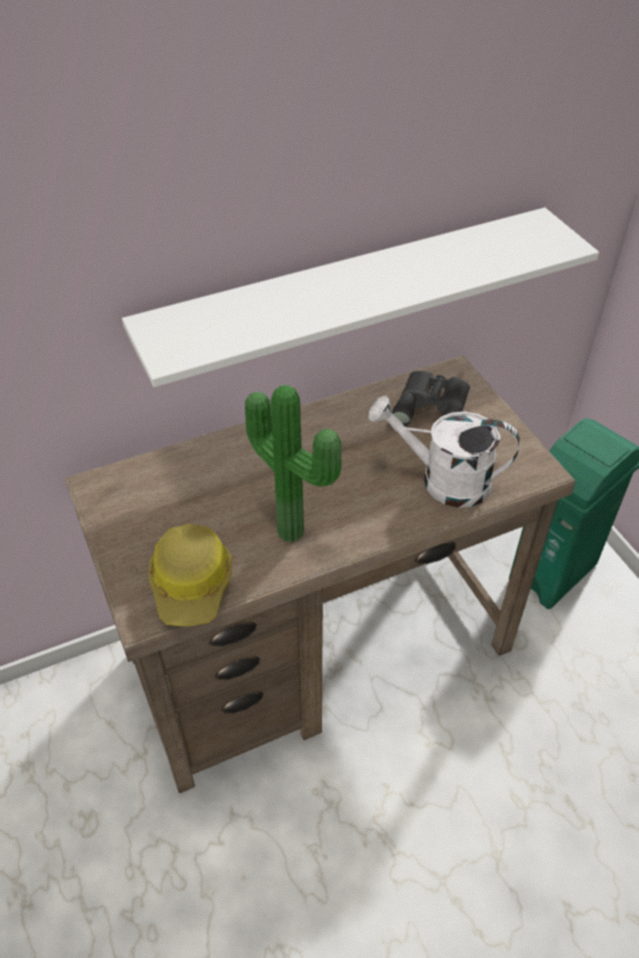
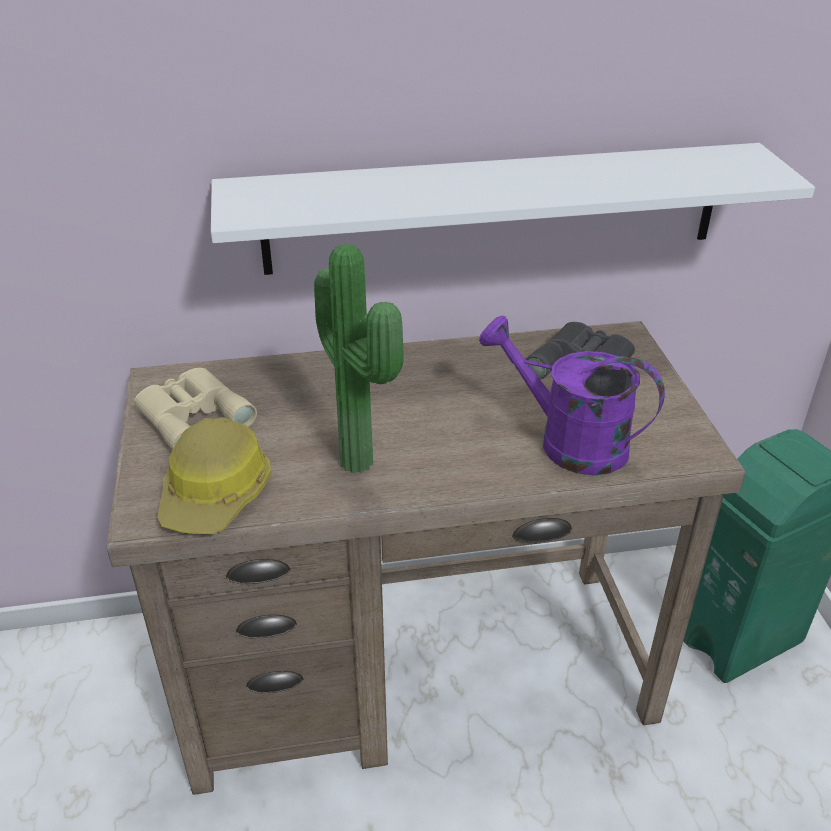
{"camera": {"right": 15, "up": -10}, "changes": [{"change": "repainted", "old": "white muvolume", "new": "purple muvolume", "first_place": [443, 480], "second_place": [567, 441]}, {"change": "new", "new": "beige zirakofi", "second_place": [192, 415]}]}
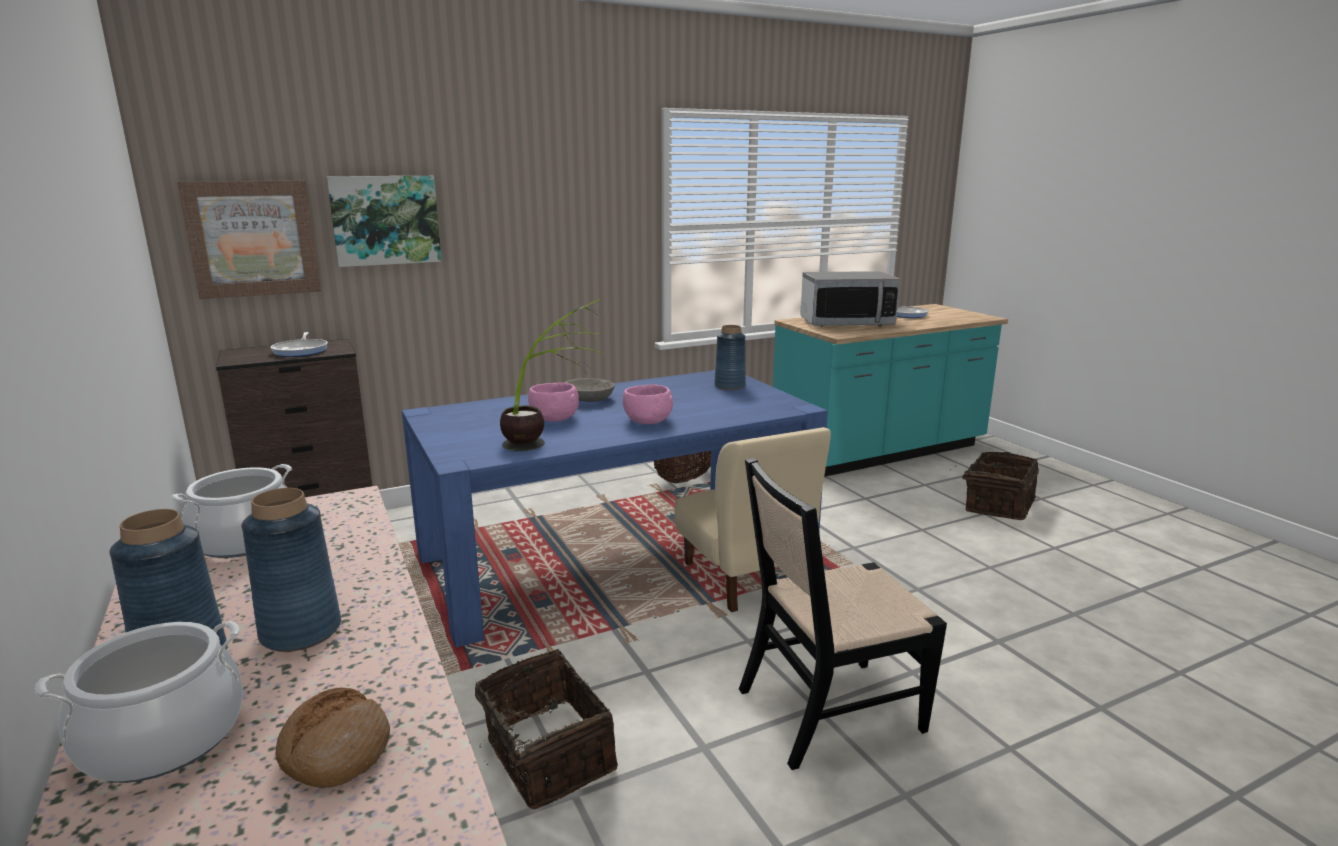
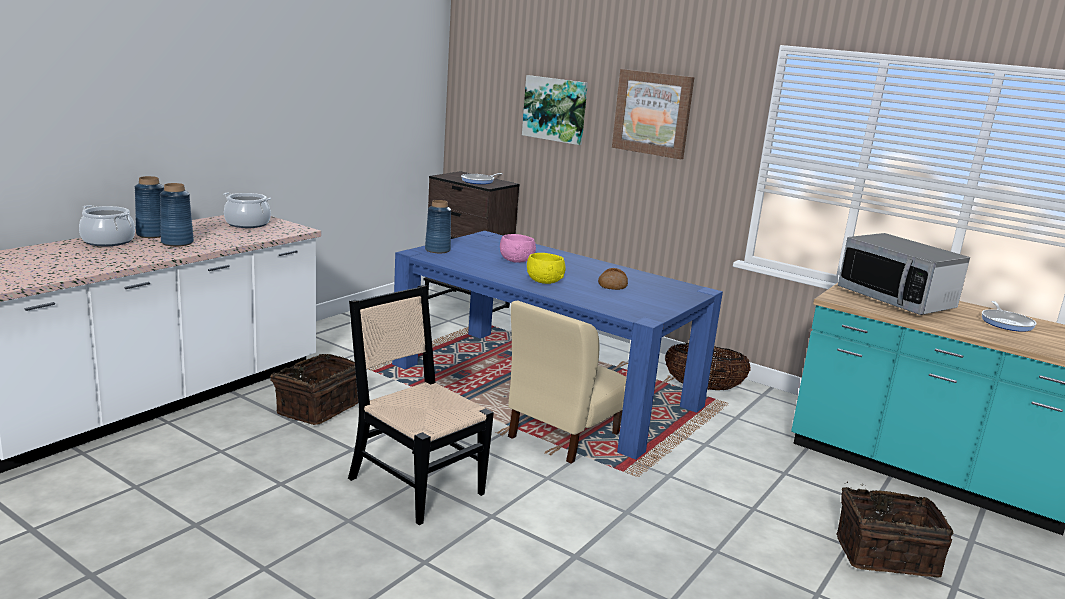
{"camera": {"right": 60, "up": 0}, "changes": [{"change": "shifted", "old": "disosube", "first_place": [253, 238], "second_place": [652, 113]}, {"change": "shifted", "old": "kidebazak", "first_place": [335, 751], "second_place": [612, 285]}, {"change": "gone", "old": "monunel", "first_place": [549, 443]}, {"change": "gone", "old": "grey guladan", "first_place": [588, 399]}, {"change": "repainted", "old": "pink guladan", "new": "yellow guladan", "first_place": [647, 421], "second_place": [544, 281]}, {"change": "shifted", "old": "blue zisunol", "first_place": [730, 386], "second_place": [437, 250]}]}
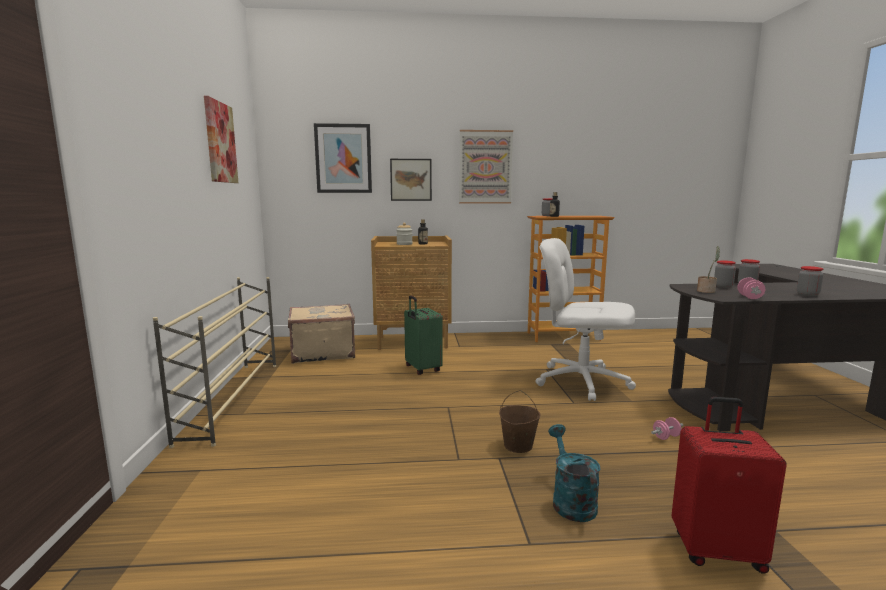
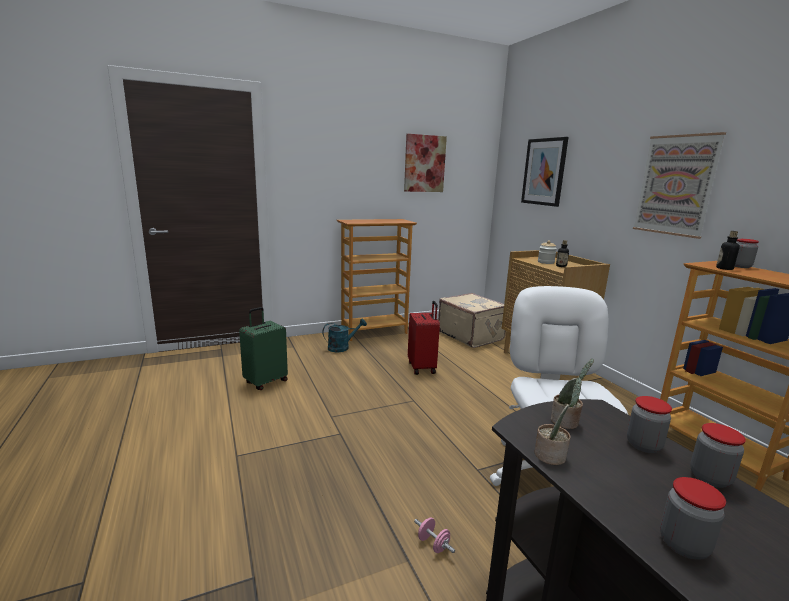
{"camera": {"right": 70, "up": 5}, "changes": [{"change": "swapped", "old": "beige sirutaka", "new": "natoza", "first_place": [233, 398], "second_place": [374, 331]}, {"change": "gone", "old": "disosube", "first_place": [411, 179]}, {"change": "shifted", "old": "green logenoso", "first_place": [422, 369], "second_place": [265, 382]}, {"change": "gone", "old": "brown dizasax", "first_place": [518, 446]}, {"change": "shifted", "old": "turquoise muvolume", "first_place": [570, 500], "second_place": [342, 347]}, {"change": "shifted", "old": "red logenoso", "first_place": [716, 550], "second_place": [422, 367]}, {"change": "swapped", "old": "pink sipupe", "new": "monunel", "first_place": [749, 297], "second_place": [552, 455]}]}
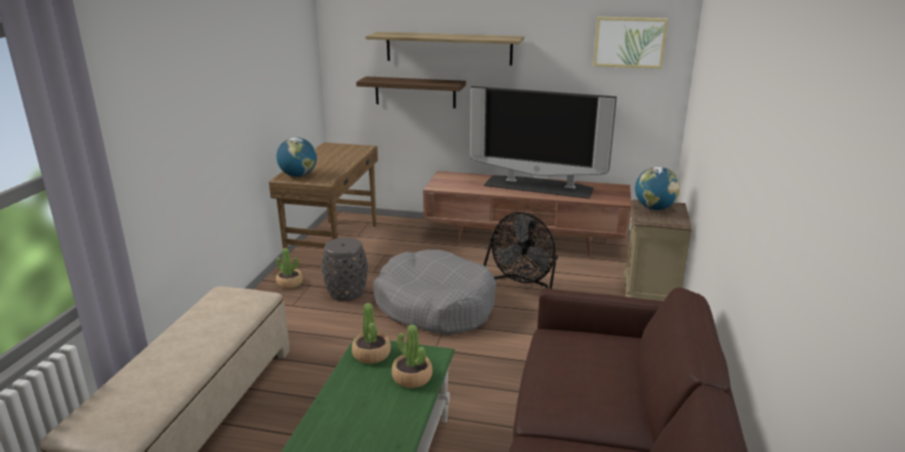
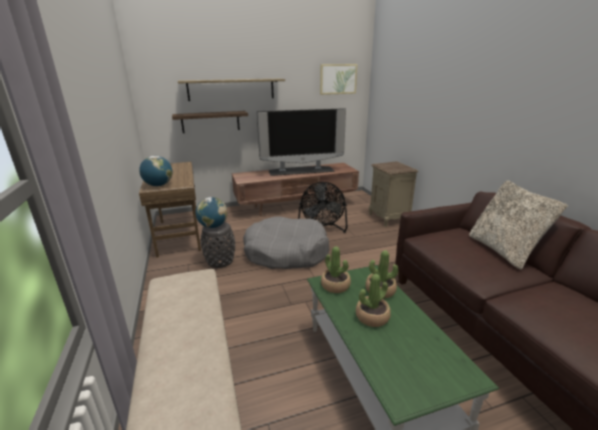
{"camera": {"right": -30, "up": 0}, "changes": [{"change": "shifted", "old": "monunel", "first_place": [290, 283], "second_place": [372, 317]}, {"change": "shifted", "old": "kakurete", "first_place": [654, 208], "second_place": [213, 226]}, {"change": "new", "new": "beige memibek", "second_place": [504, 249]}]}
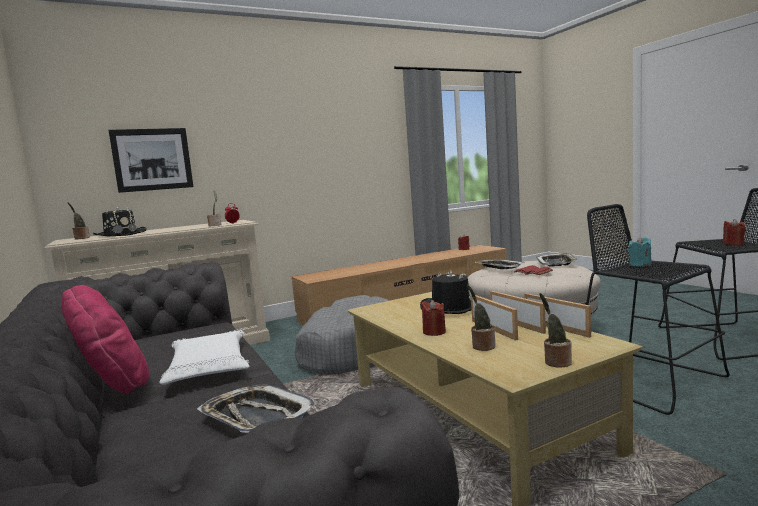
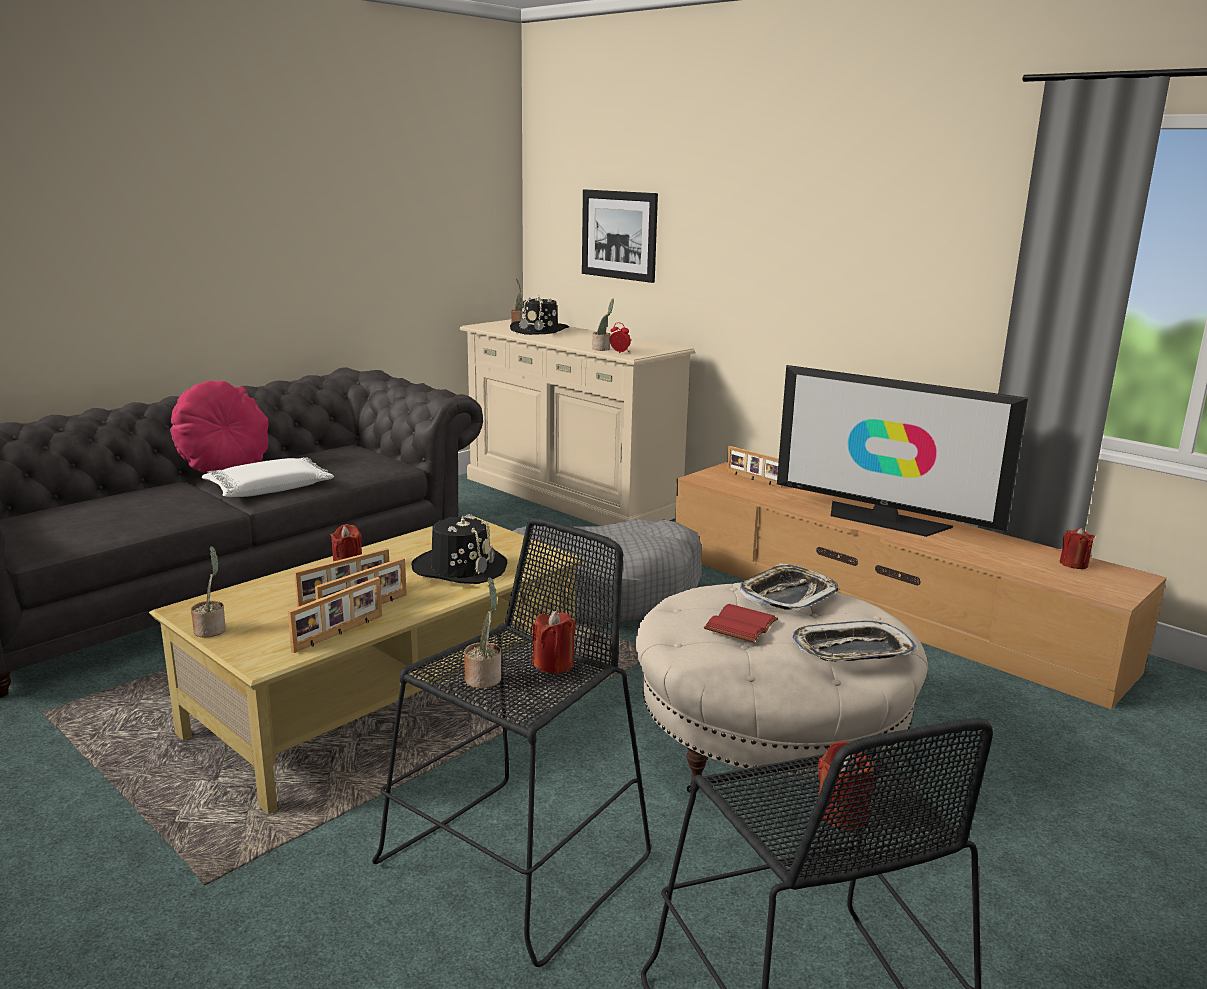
{"camera": {"right": 70, "up": 10}, "changes": [{"change": "gone", "old": "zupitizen", "first_place": [257, 417]}, {"change": "shifted", "old": "monunel", "first_place": [482, 346], "second_place": [484, 678]}, {"change": "repainted", "old": "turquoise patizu", "new": "red patizu", "first_place": [640, 265], "second_place": [554, 664]}, {"change": "new", "new": "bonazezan", "second_place": [753, 479]}, {"change": "new", "new": "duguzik", "second_place": [884, 520]}]}
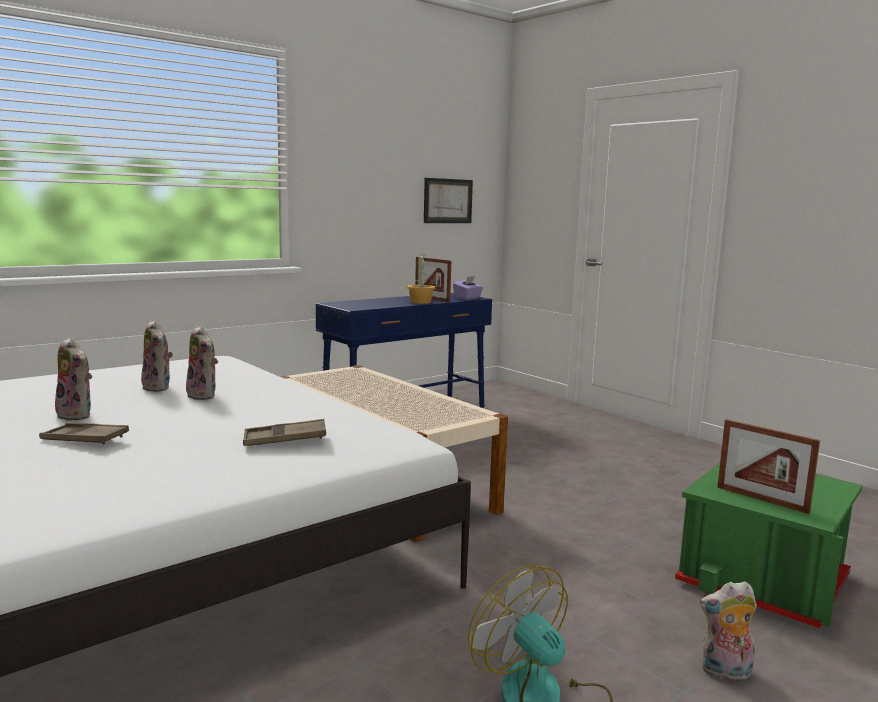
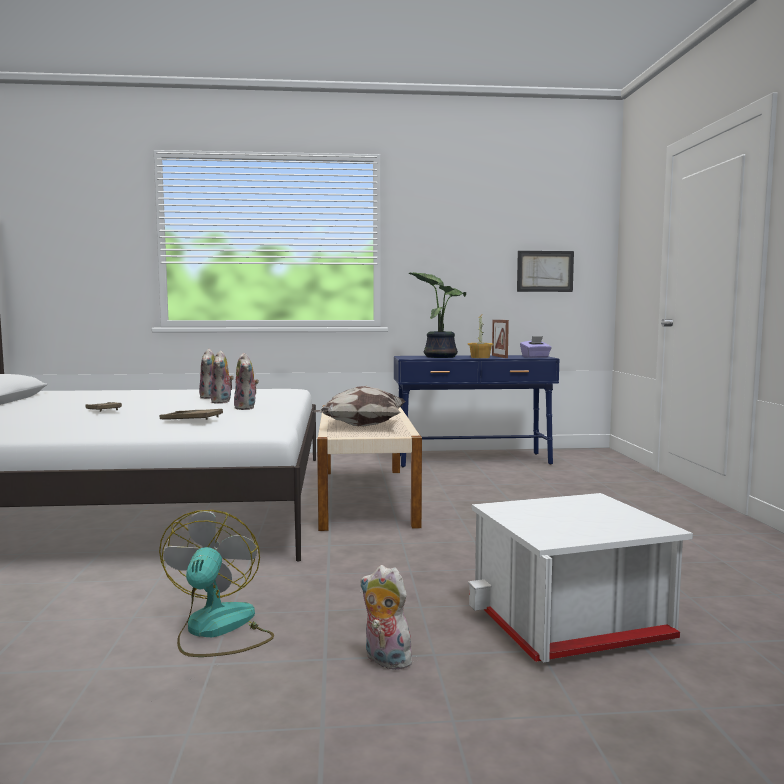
{"camera": {"right": 35, "up": -5}, "changes": [{"change": "shifted", "old": "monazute", "first_place": [77, 415], "second_place": [247, 408]}, {"change": "repainted", "old": "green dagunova", "new": "white dagunova", "first_place": [765, 578], "second_place": [571, 620]}, {"change": "gone", "old": "bonazezan", "first_place": [761, 499]}, {"change": "new", "new": "memibek", "second_place": [361, 426]}, {"change": "new", "new": "monunel", "second_place": [440, 357]}]}
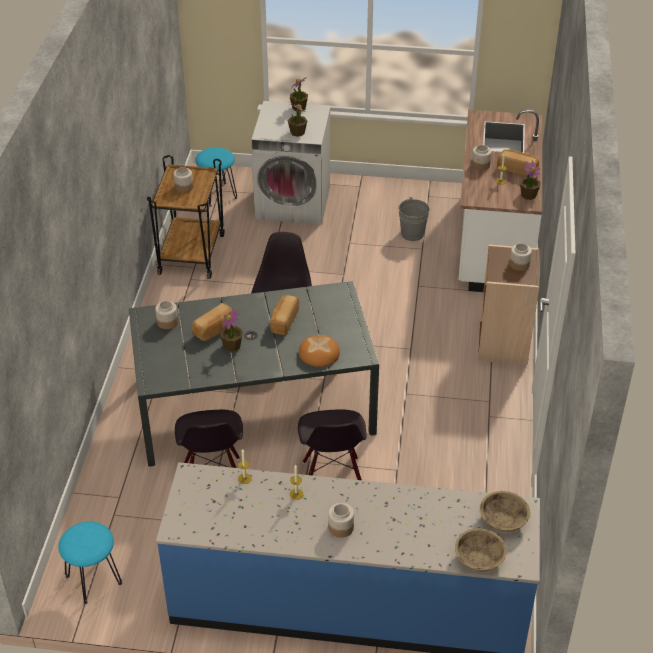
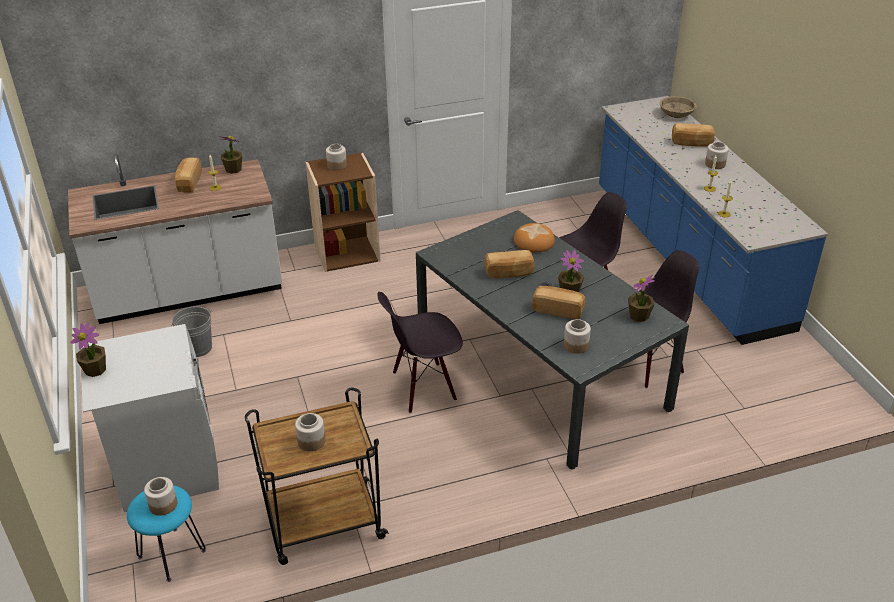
{"camera": {"right": -115, "up": -5}, "changes": [{"change": "gone", "old": "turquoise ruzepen", "first_place": [93, 579]}, {"change": "shifted", "old": "monunel", "first_place": [297, 132], "second_place": [639, 316]}, {"change": "shifted", "old": "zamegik", "first_place": [480, 165], "second_place": [163, 504]}, {"change": "gone", "old": "beige guladan", "first_place": [503, 520]}, {"change": "new", "new": "kidebazak", "second_place": [691, 143]}]}
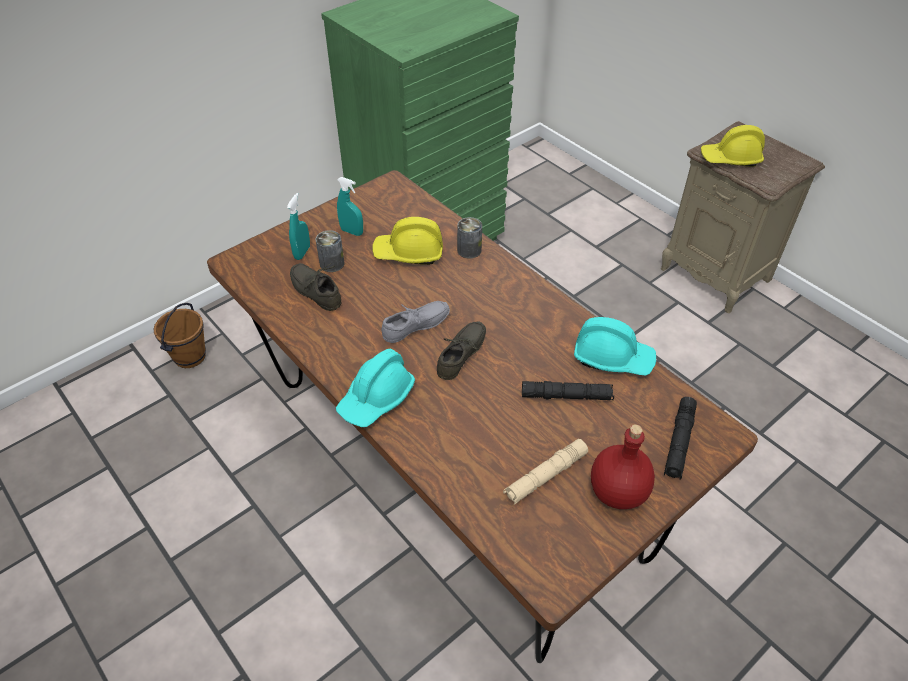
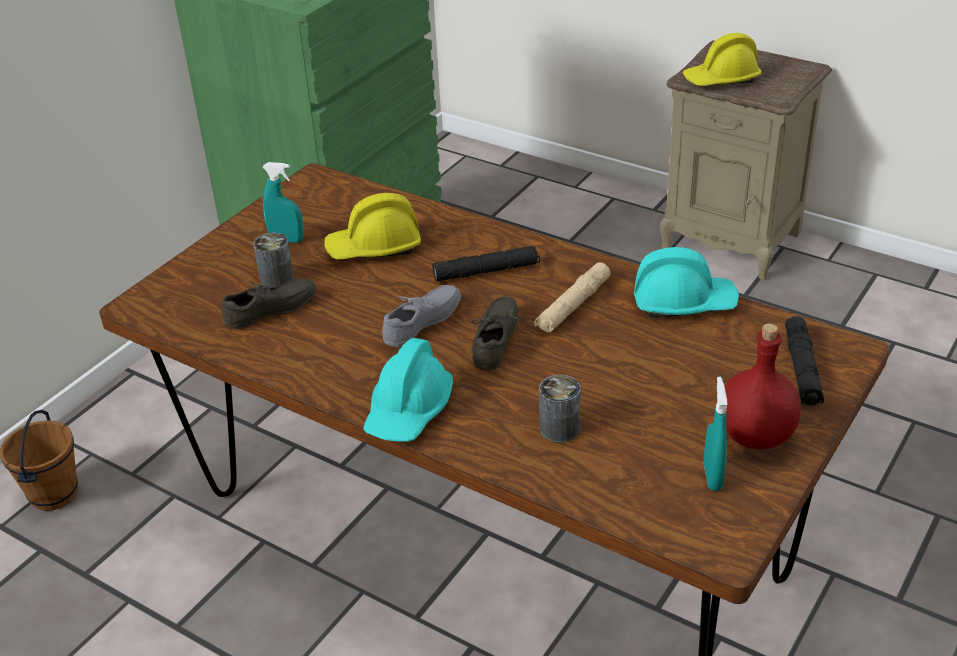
{"camera": {"right": -15, "up": -10}, "changes": [{"change": "shifted", "old": "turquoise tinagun", "first_place": [302, 252], "second_place": [712, 476]}, {"change": "rotated", "old": "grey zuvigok", "first_place": [318, 290], "second_place": [272, 312], "degrees": 120}, {"change": "shifted", "old": "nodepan", "first_place": [469, 250], "second_place": [559, 428]}, {"change": "shifted", "old": "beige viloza", "first_place": [545, 476], "second_place": [573, 305]}, {"change": "shifted", "old": "black viloza", "first_place": [566, 396], "second_place": [486, 271]}]}
